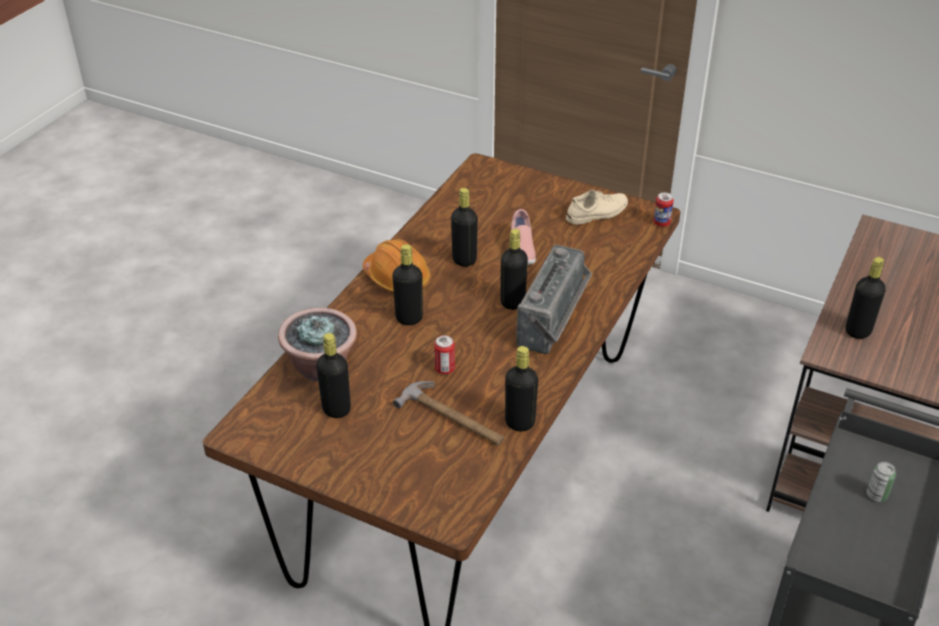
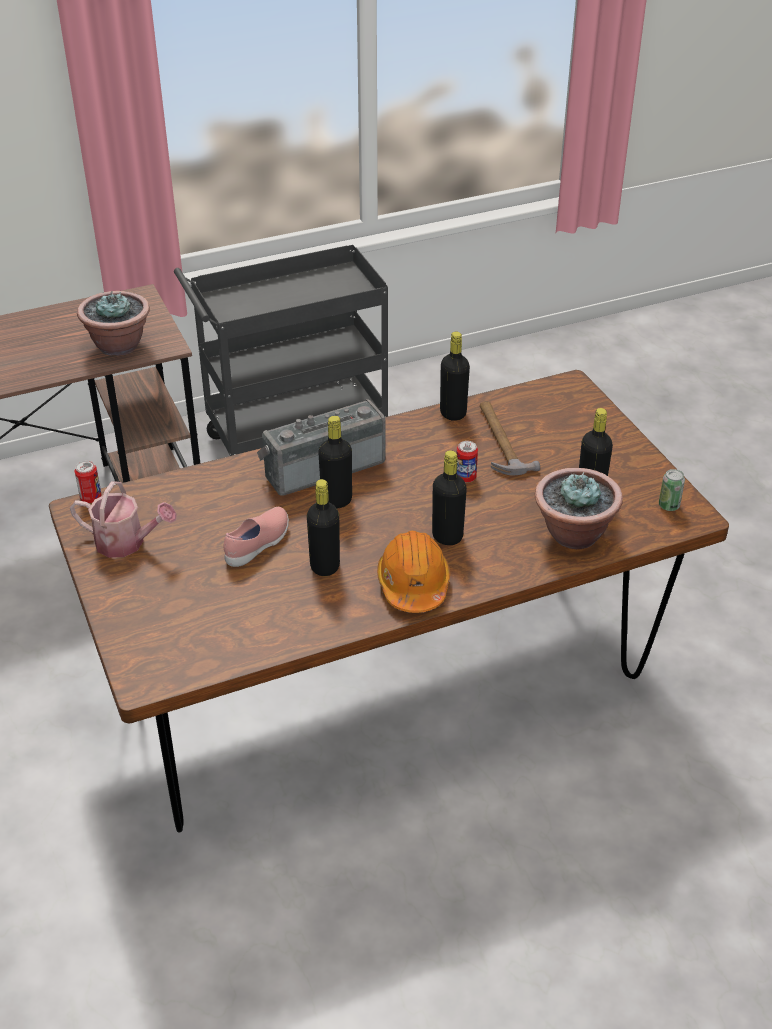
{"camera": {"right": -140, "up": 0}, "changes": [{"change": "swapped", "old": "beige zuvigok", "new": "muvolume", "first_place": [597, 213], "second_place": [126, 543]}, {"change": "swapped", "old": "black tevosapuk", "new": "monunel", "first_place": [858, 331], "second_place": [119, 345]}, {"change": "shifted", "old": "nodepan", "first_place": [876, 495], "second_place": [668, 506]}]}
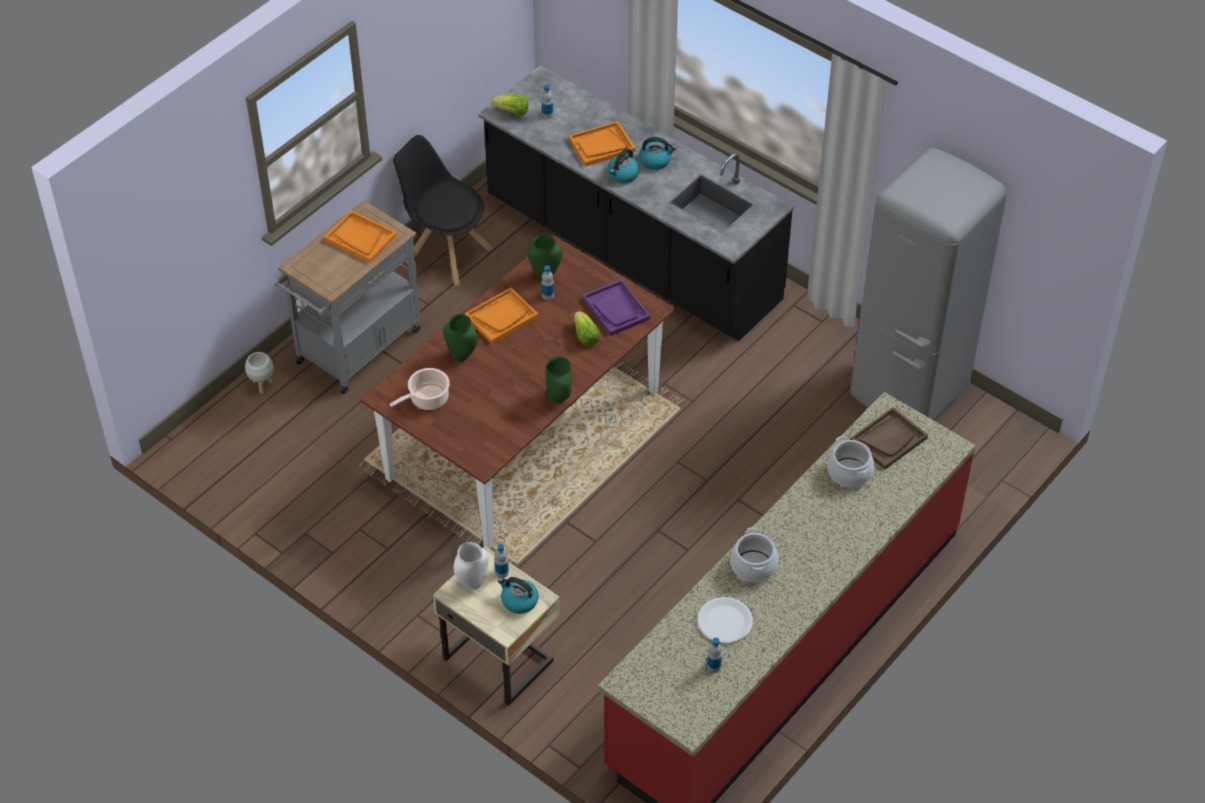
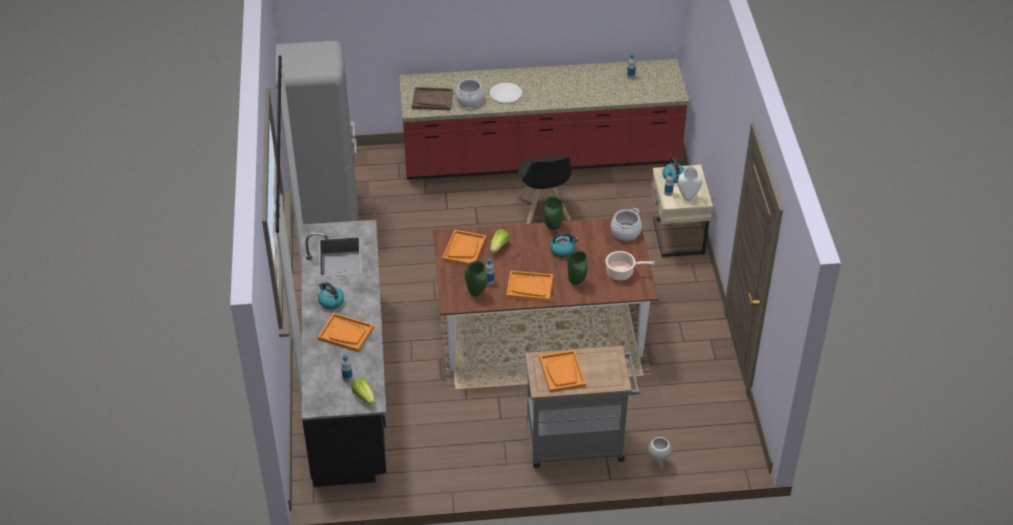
{"camera": {"right": -135, "up": -5}, "changes": [{"change": "shifted", "old": "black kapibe", "first_place": [445, 253], "second_place": [543, 211]}, {"change": "repainted", "old": "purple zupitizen", "new": "orange zupitizen", "first_place": [616, 309], "second_place": [464, 249]}, {"change": "shifted", "old": "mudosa", "first_place": [623, 175], "second_place": [562, 250]}, {"change": "shifted", "old": "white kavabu", "first_place": [725, 621], "second_place": [505, 94]}, {"change": "shifted", "old": "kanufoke", "first_place": [753, 566], "second_place": [625, 232]}]}
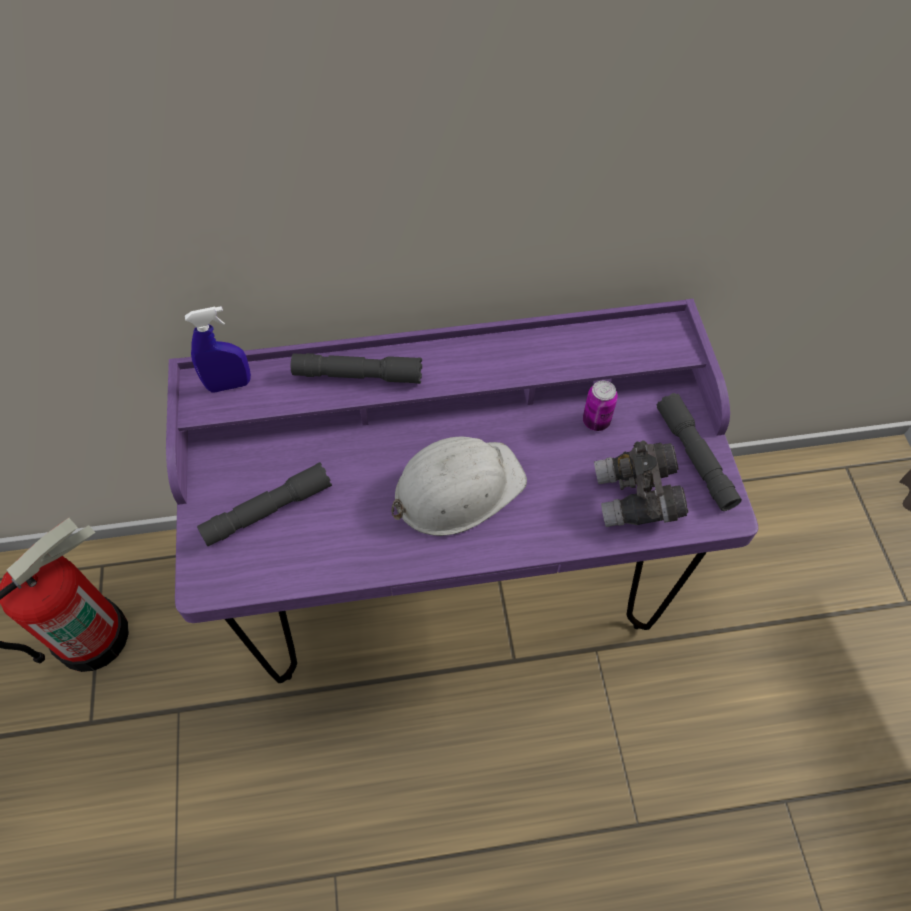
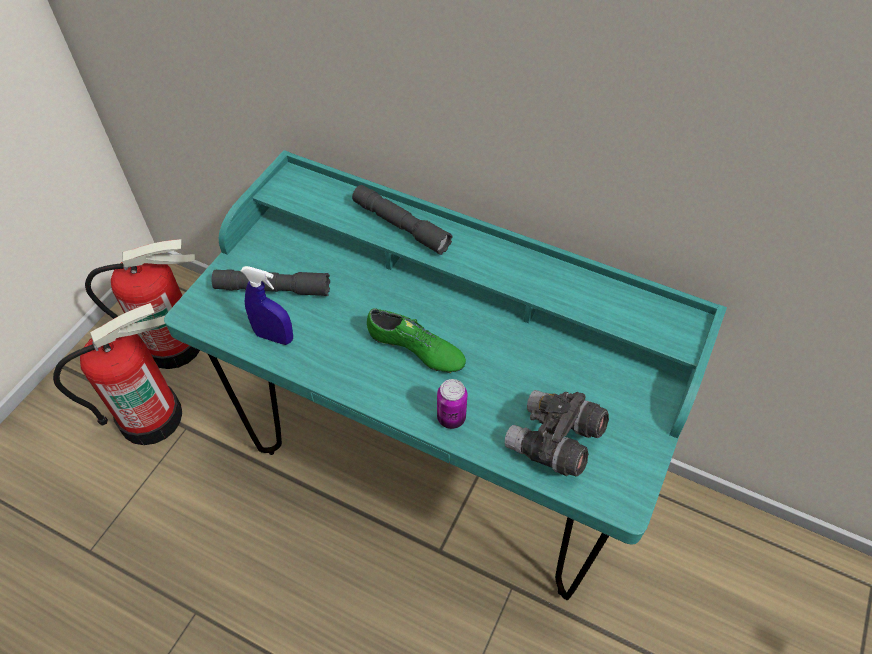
{"camera": {"right": 35, "up": -5}, "changes": [{"change": "repainted", "old": "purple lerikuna", "new": "turquoise lerikuna", "first_place": [455, 586], "second_place": [437, 465]}, {"change": "shifted", "old": "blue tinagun", "first_place": [229, 385], "second_place": [274, 337]}, {"change": "swapped", "old": "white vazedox", "new": "green zuvigok", "first_place": [456, 488], "second_place": [416, 350]}, {"change": "shifted", "old": "nodepan", "first_place": [596, 421], "second_place": [451, 418]}, {"change": "gone", "old": "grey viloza", "first_place": [695, 457]}, {"change": "new", "new": "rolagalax", "second_place": [151, 416]}]}
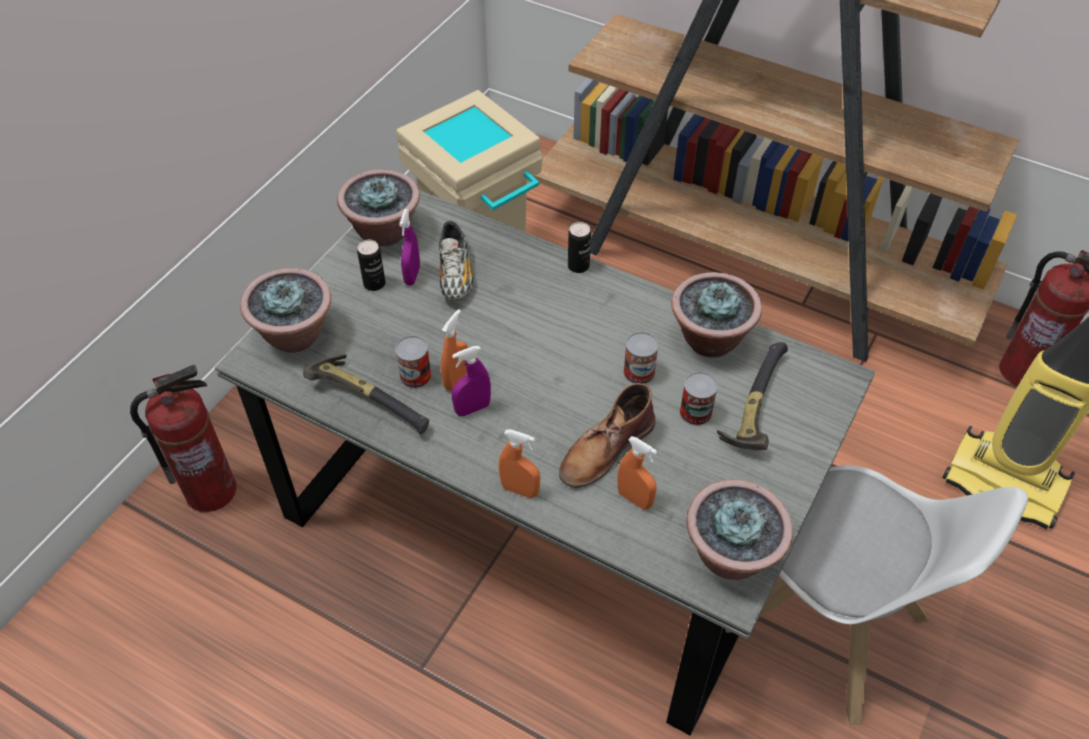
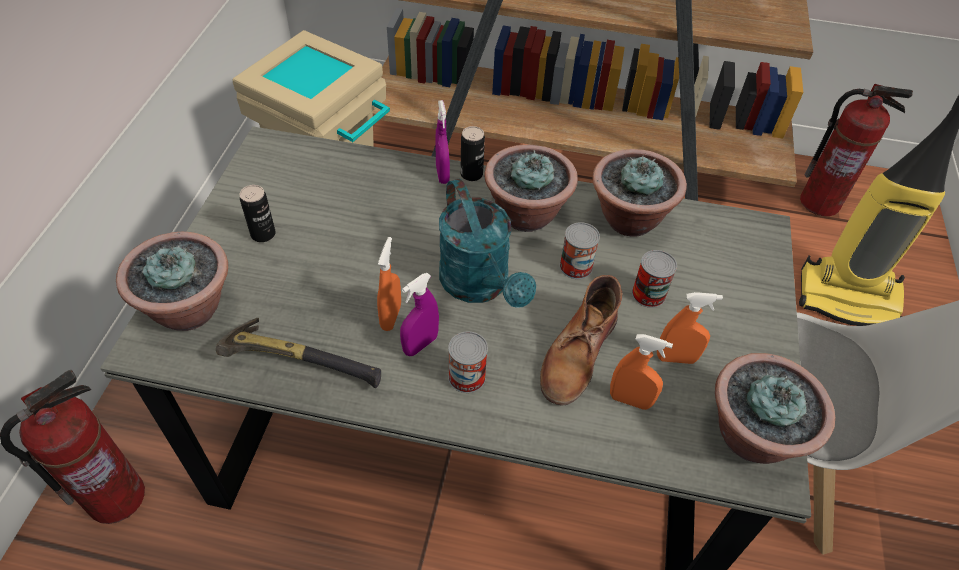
{"camera": {"right": -20, "up": 0}, "changes": [{"change": "shifted", "old": "monunel", "first_place": [384, 232], "second_place": [526, 214]}, {"change": "shifted", "old": "nodepan", "first_place": [415, 376], "second_place": [467, 377]}, {"change": "shifted", "old": "purple tinagun", "first_place": [412, 275], "second_place": [442, 174]}, {"change": "gone", "old": "zuvigok", "first_place": [455, 274]}, {"change": "shifted", "old": "orange tinagun", "first_place": [520, 490], "second_place": [676, 358]}, {"change": "gone", "old": "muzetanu", "first_place": [753, 406]}, {"change": "new", "new": "turquoise muvolume", "second_place": [480, 286]}]}
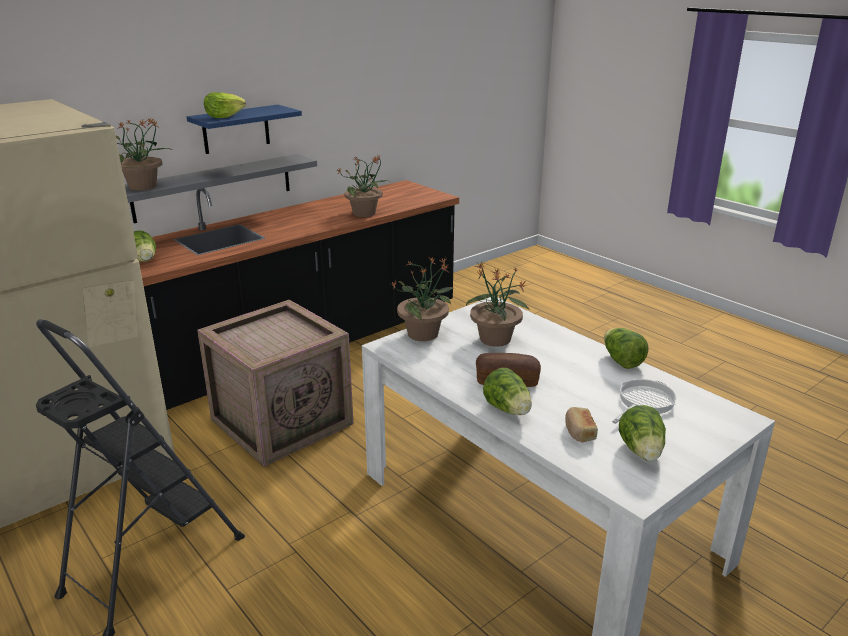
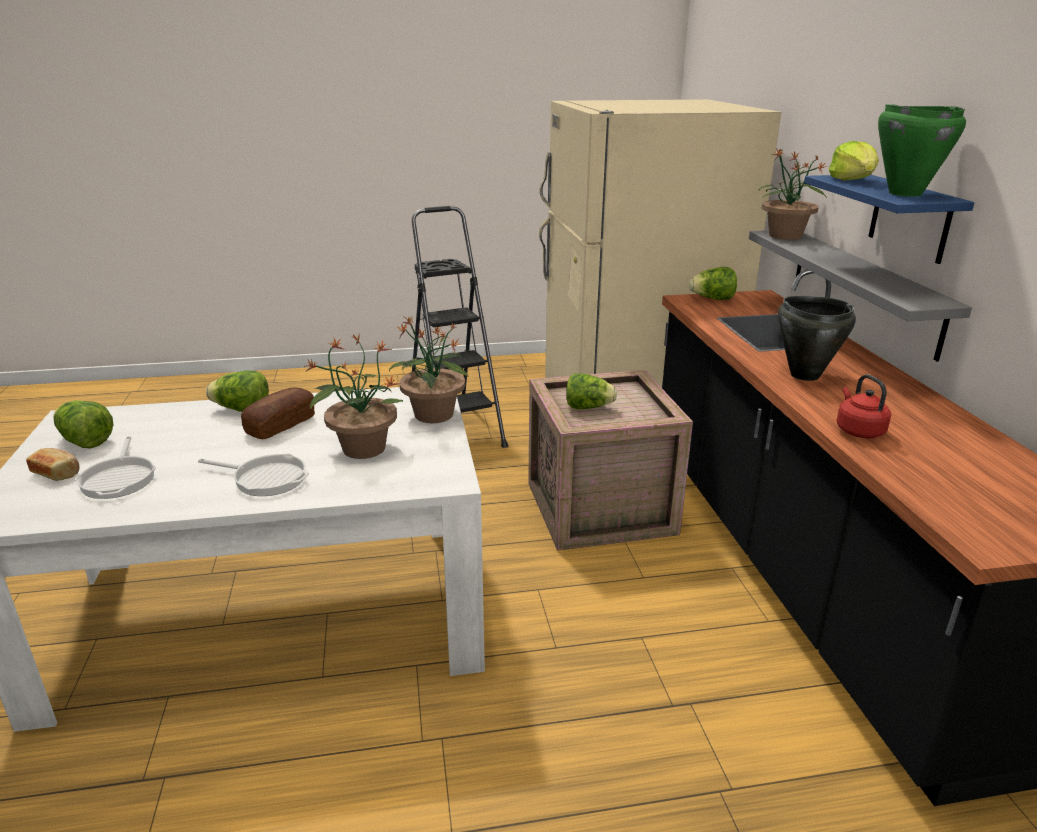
{"camera": {"right": 120, "up": 0}, "changes": [{"change": "swapped", "old": "monunel", "new": "red mudosa", "first_place": [365, 213], "second_place": [858, 430]}, {"change": "shifted", "old": "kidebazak", "first_place": [579, 432], "second_place": [57, 473]}, {"change": "shifted", "old": "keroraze", "first_place": [621, 361], "second_place": [588, 407]}, {"change": "new", "new": "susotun", "second_place": [266, 478]}, {"change": "new", "new": "black kanufoke", "second_place": [804, 375]}, {"change": "new", "new": "green kanufoke", "second_place": [904, 193]}]}
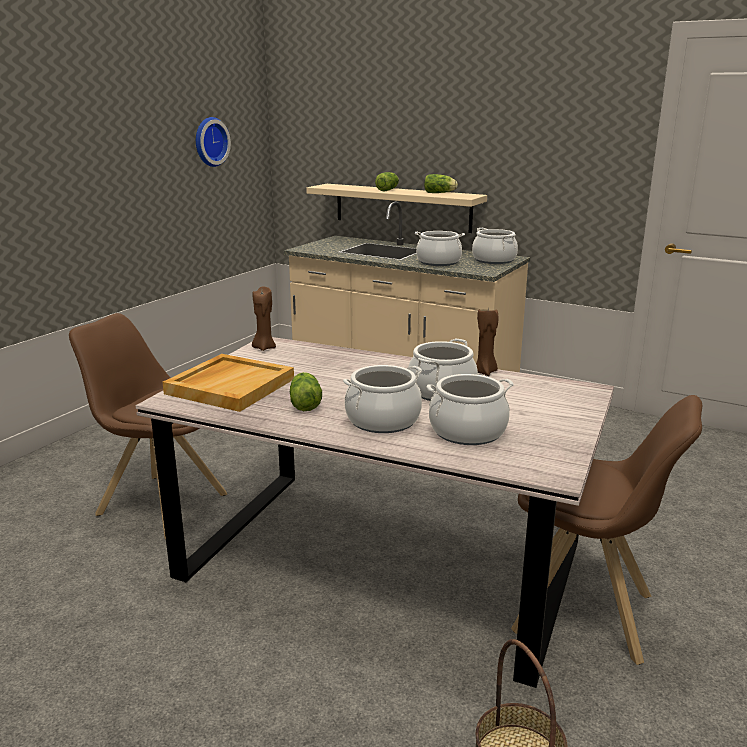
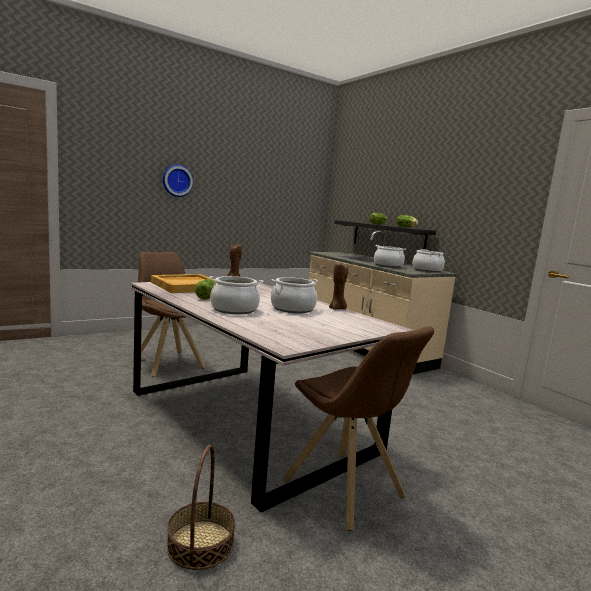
{"camera": {"right": 25, "up": -10}, "changes": [{"change": "shifted", "old": "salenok", "first_place": [209, 142], "second_place": [177, 181]}, {"change": "repainted", "old": "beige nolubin", "new": "black nolubin", "first_place": [402, 207], "second_place": [388, 237]}, {"change": "gone", "old": "kanufoke", "first_place": [468, 432]}]}
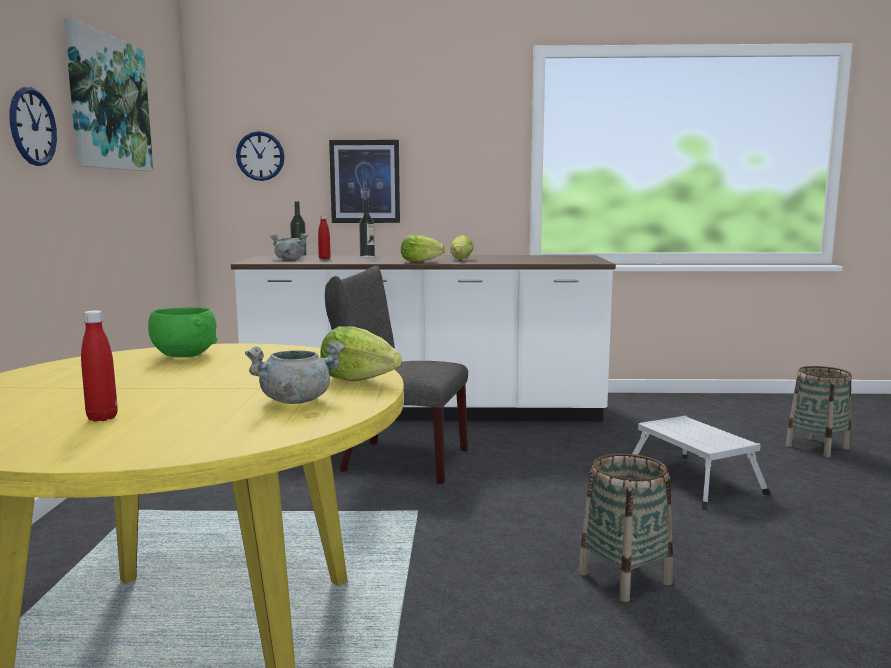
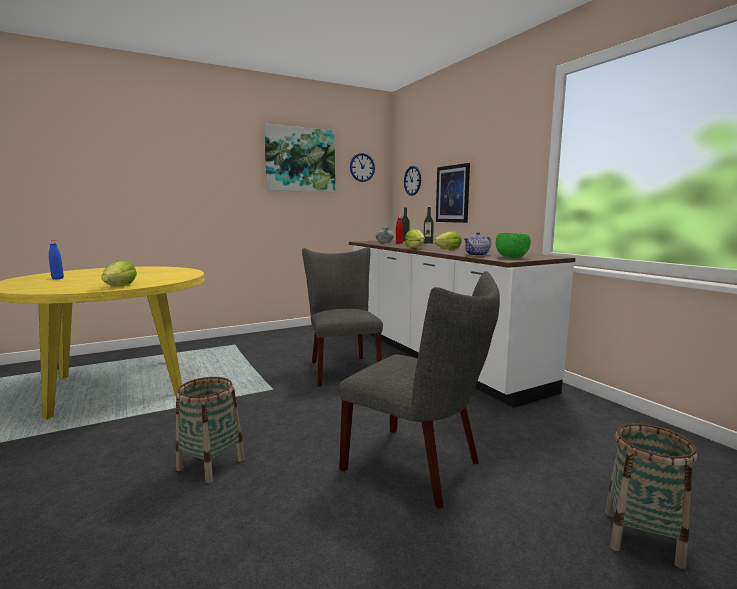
{"camera": {"right": 60, "up": 0}, "changes": [{"change": "shifted", "old": "salenok", "first_place": [32, 126], "second_place": [362, 167]}, {"change": "repainted", "old": "red tevosapuk", "new": "blue tevosapuk", "first_place": [102, 418], "second_place": [57, 278]}, {"change": "shifted", "old": "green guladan", "first_place": [184, 355], "second_place": [511, 257]}, {"change": "gone", "old": "grey kanufoke", "first_place": [296, 400]}, {"change": "swapped", "old": "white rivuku", "new": "grey kapibe", "first_place": [694, 480], "second_place": [419, 467]}, {"change": "new", "new": "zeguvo", "second_place": [477, 255]}]}
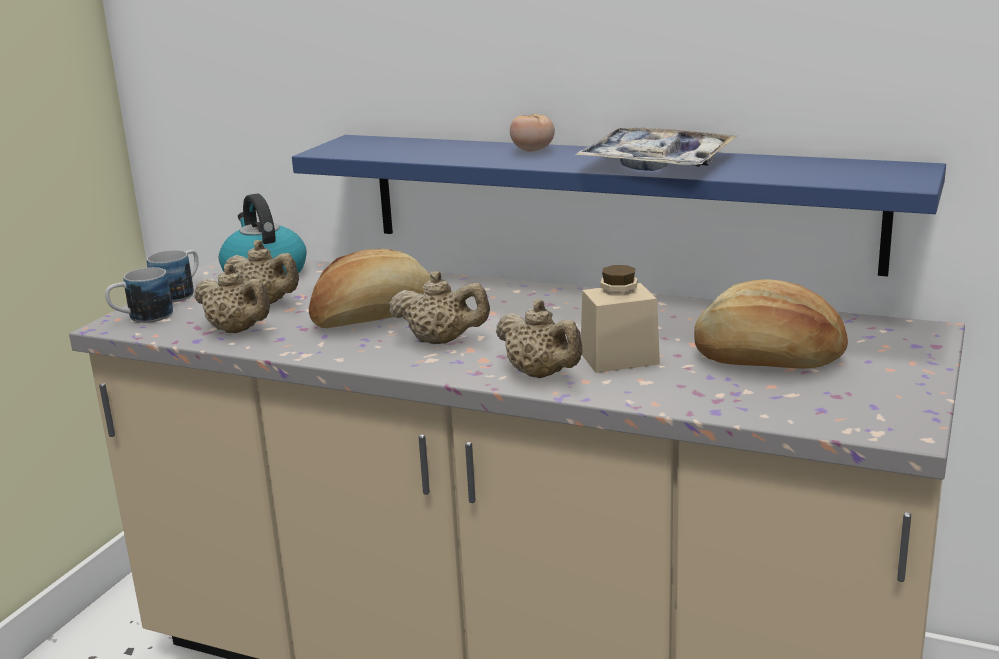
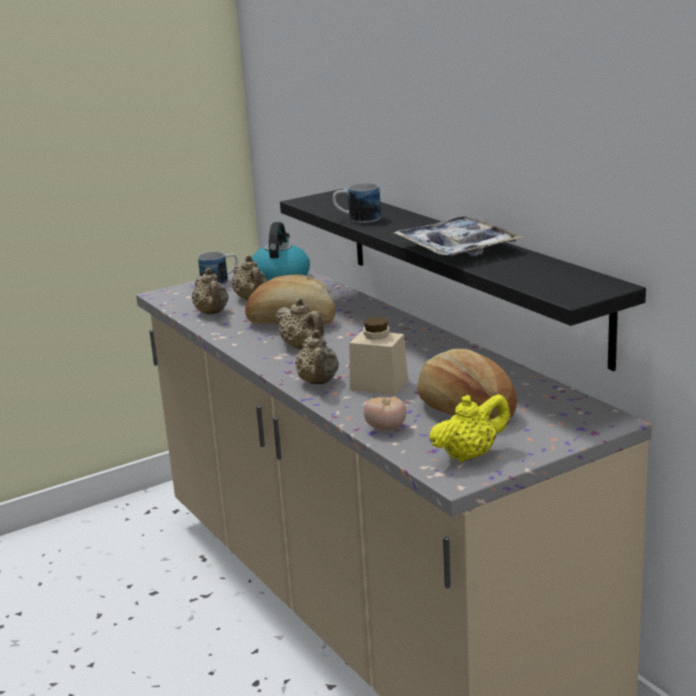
{"camera": {"right": 35, "up": 0}, "changes": [{"change": "shifted", "old": "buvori", "first_place": [141, 318], "second_place": [357, 219]}, {"change": "repainted", "old": "blue nolubin", "new": "black nolubin", "first_place": [614, 200], "second_place": [468, 269]}, {"change": "shifted", "old": "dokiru", "first_place": [532, 151], "second_place": [386, 429]}, {"change": "new", "new": "yellow zeguvo", "second_place": [470, 455]}]}
